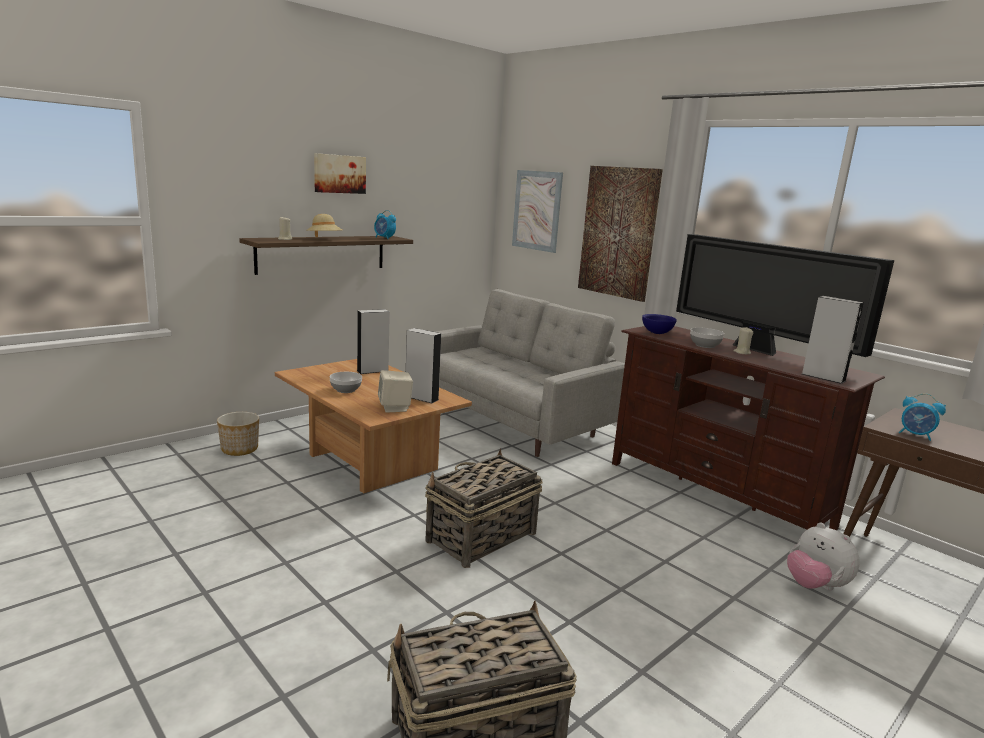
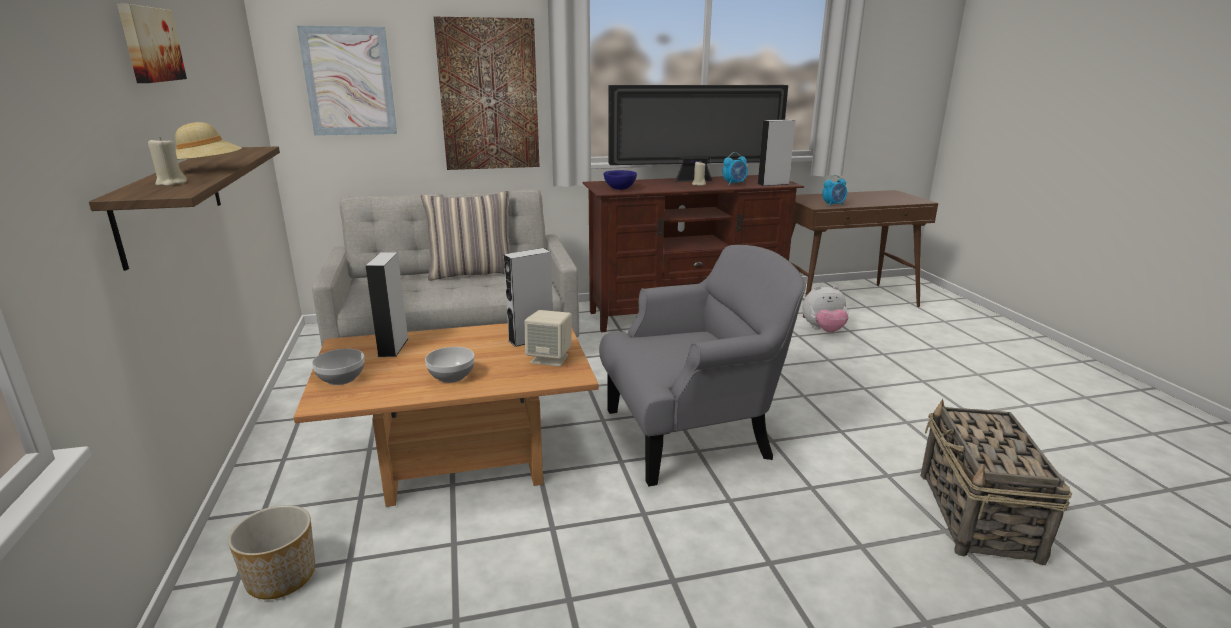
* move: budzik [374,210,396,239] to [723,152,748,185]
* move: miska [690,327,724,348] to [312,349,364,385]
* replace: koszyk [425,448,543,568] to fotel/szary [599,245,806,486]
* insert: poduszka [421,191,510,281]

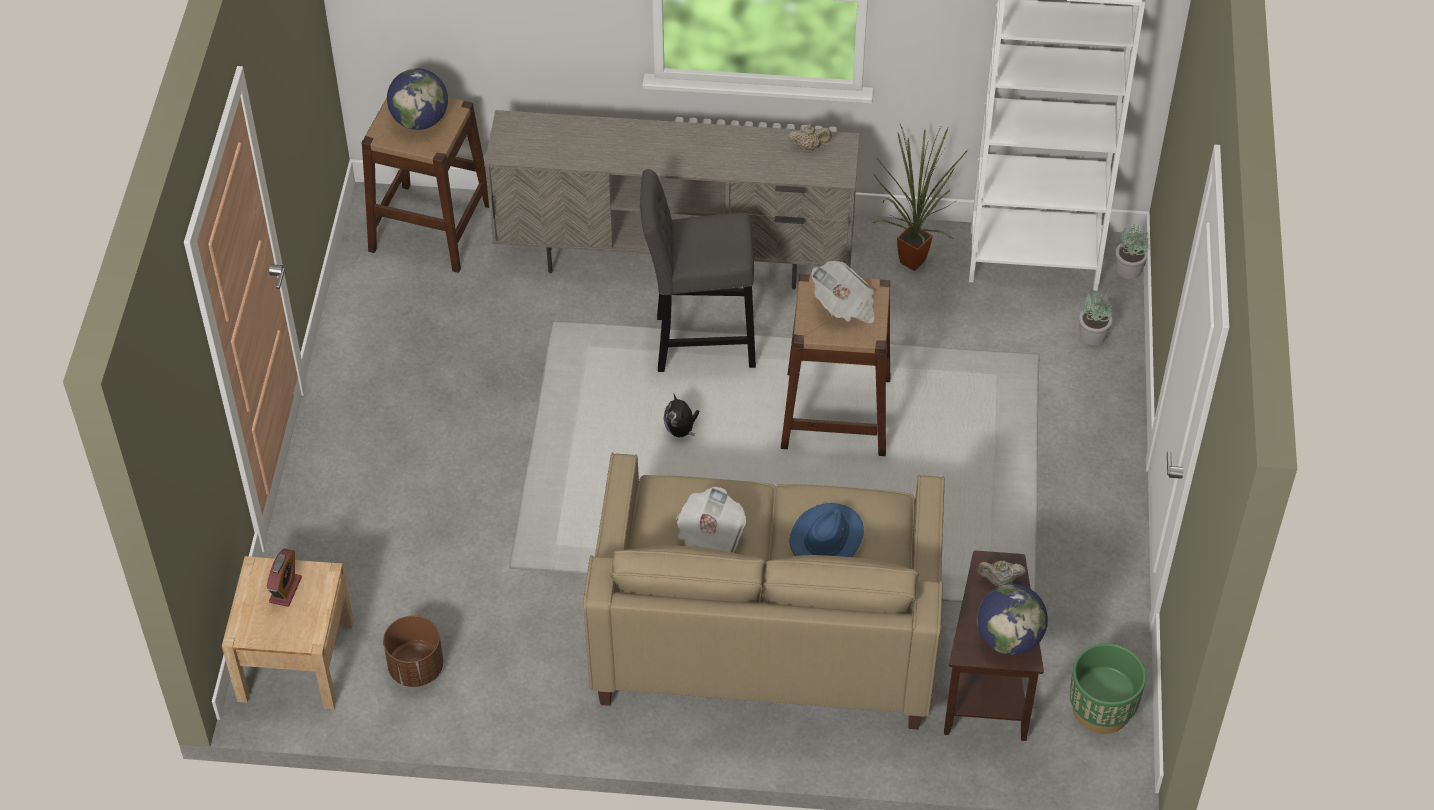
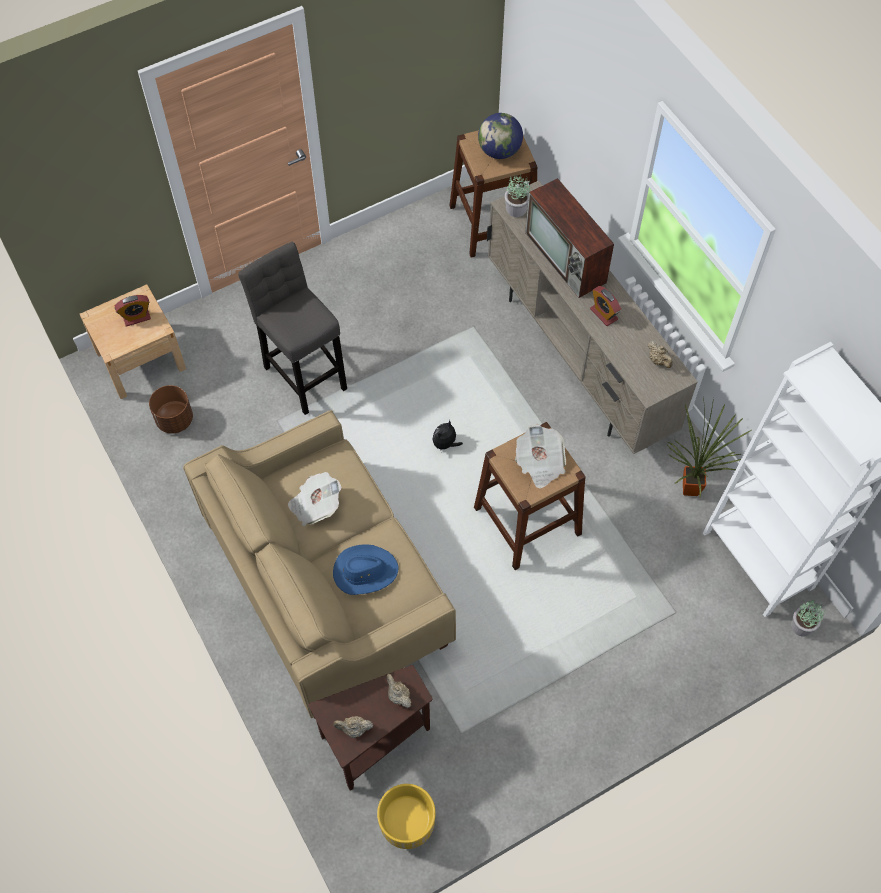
* move: stołek/szary [640,169,756,372] to [238,242,347,415]
* move: roślina doniczkowa [1079,291,1113,345] to [505,175,530,217]
* replace: globus [977,584,1048,655] to imbryk/beżowy [333,716,373,738]
* recolor: donica/zielony [1070,643,1146,734] to donica/żółty [377,784,436,849]
* insert: telewizor [525,178,614,298]
* insert: budzik [590,286,621,326]

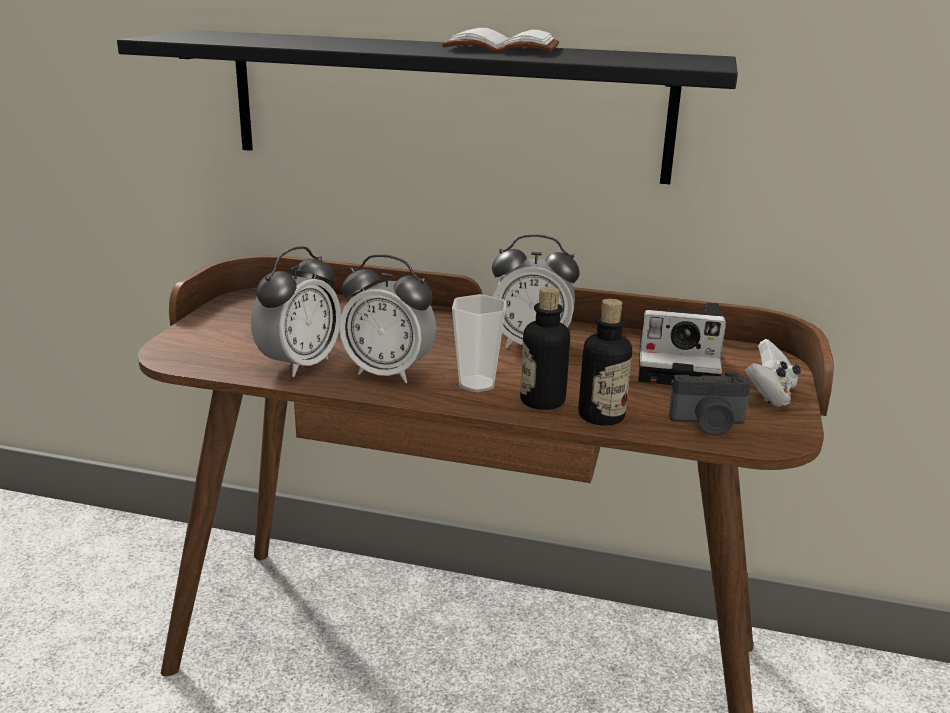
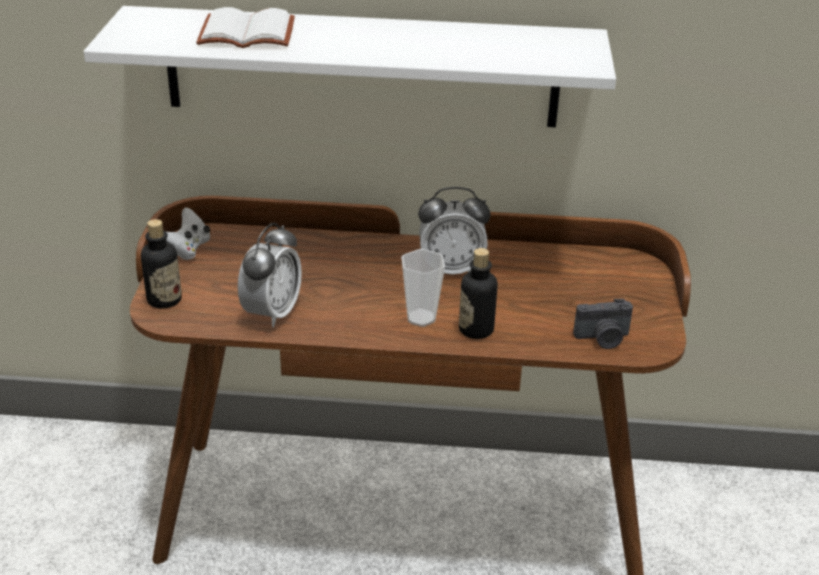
* move: książka/biały [442,28,560,53] to [196,7,295,48]
* recolor: półka/czarny [117,30,738,184] to półka/biały [84,6,616,127]
* delete: budzik [339,254,436,383]
* move: butelka [578,299,632,425] to [141,219,182,309]
* delete: aparat fotograficzny [639,302,726,385]
* move: pad do gier/biały [745,339,801,407] to [166,207,210,260]

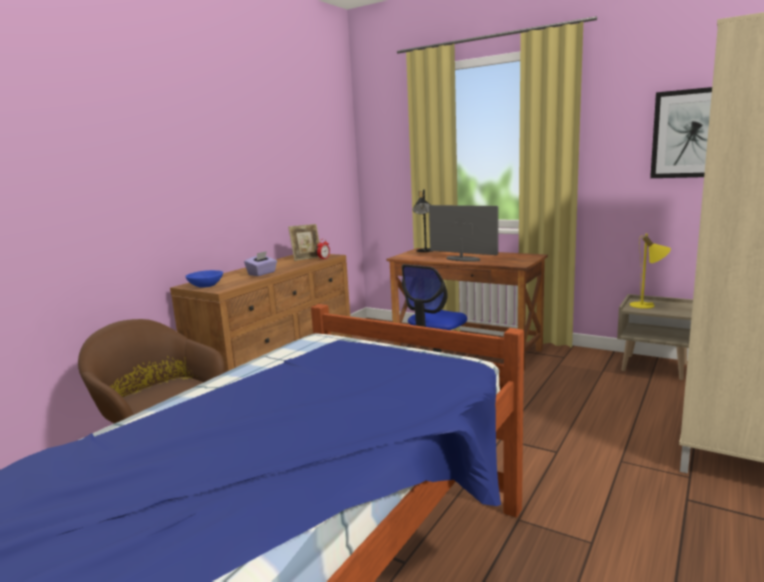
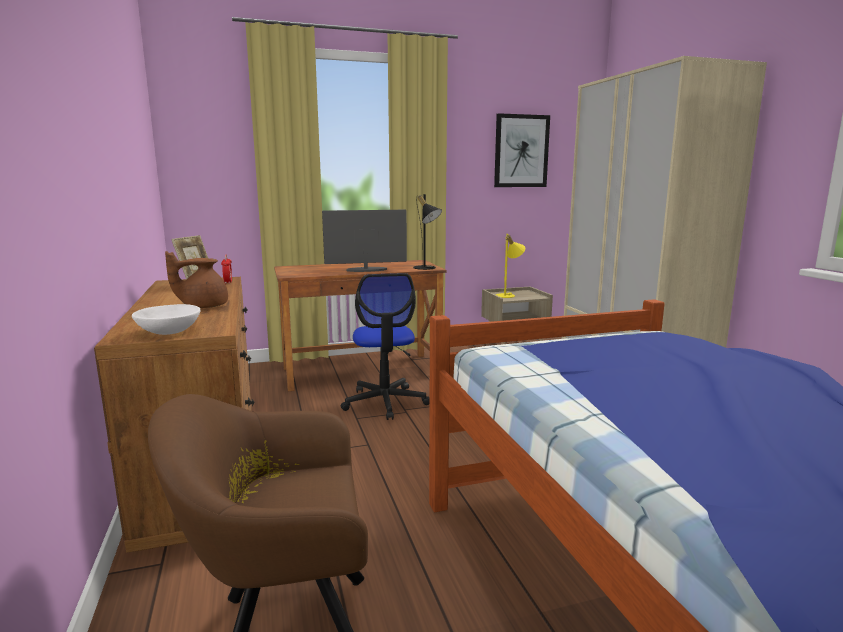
* move: lampa stołowa/czarny [413,190,433,252] to [413,194,442,270]
* replace: pudełko chusteczek/fioletowy [244,251,277,276] to imbryk/brązowy [165,251,228,308]
* recolor: miska/niebieski [186,270,223,288] to miska/biały [132,304,201,335]

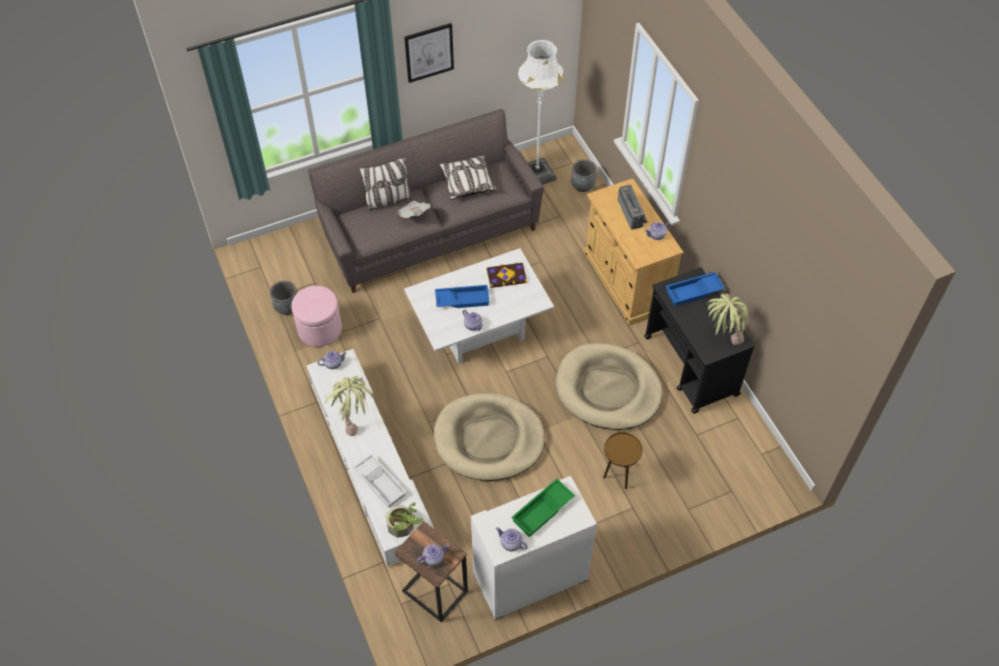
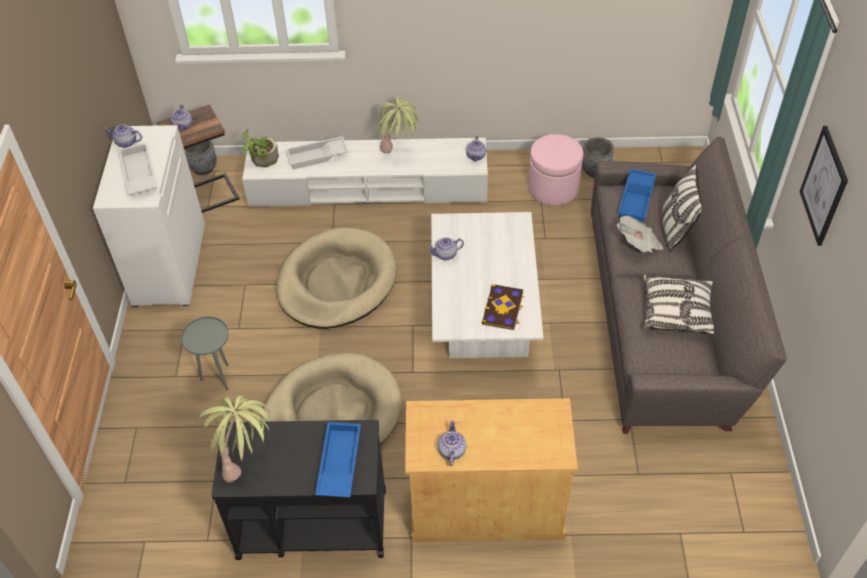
* delete: lampa stojąca/biały [518,39,564,185]
* move: donica/szary [571,159,597,192] to [184,140,217,175]
* delete: radio [618,185,648,229]
* move: taca/niebieski [435,285,490,308] to [618,169,656,223]
* recolor: stolik/brązowy [603,433,642,489] to stolik/szary [181,317,229,390]
* recolor: taca/zielony [511,479,575,537] to taca/biały [118,143,158,195]
* rotate: imbryk [496,527,528,551] = [105,124,142,148] 135 degrees counterclockwise

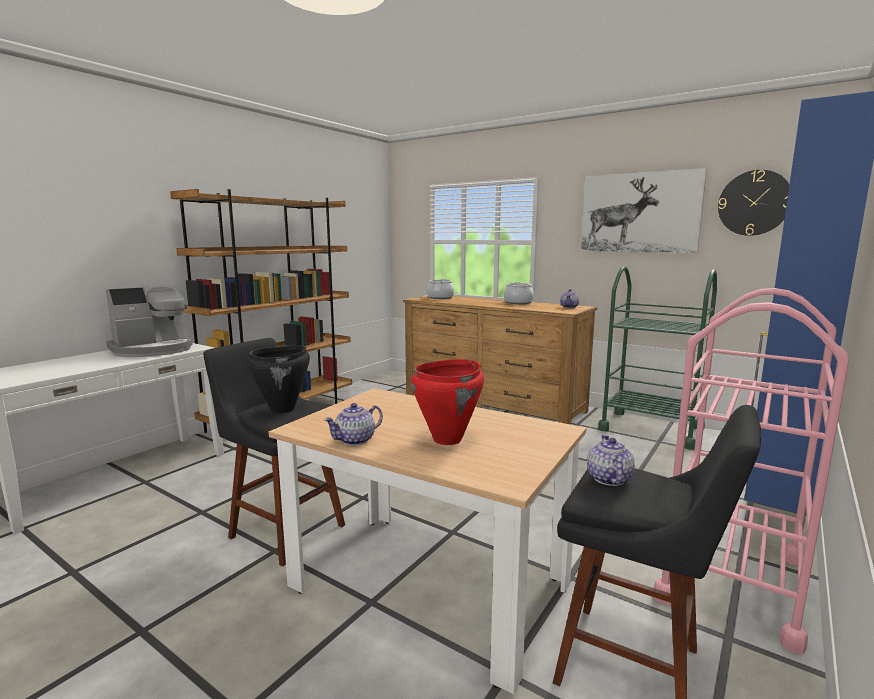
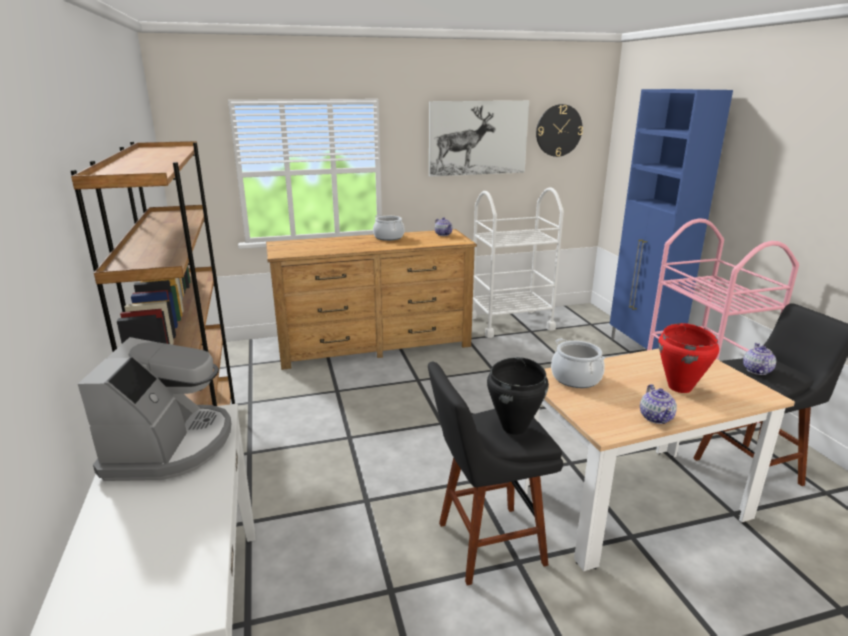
* recolor: wózek/zielony [598,266,717,450] to wózek/biały [472,187,564,338]
* move: garnek [427,279,455,299] to [551,338,605,388]
* rotate: imbryk [587,434,635,486] = [743,343,776,375] 60 degrees clockwise

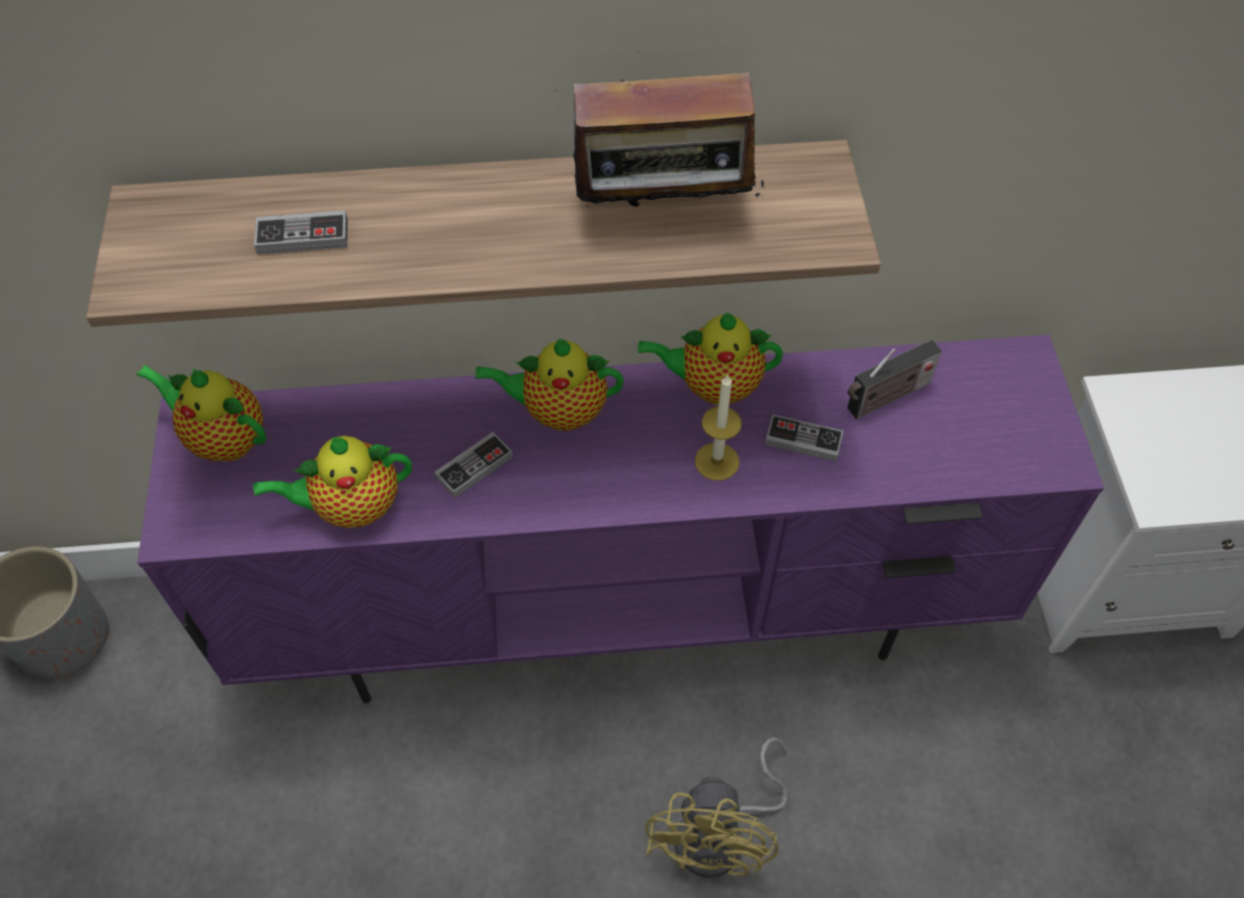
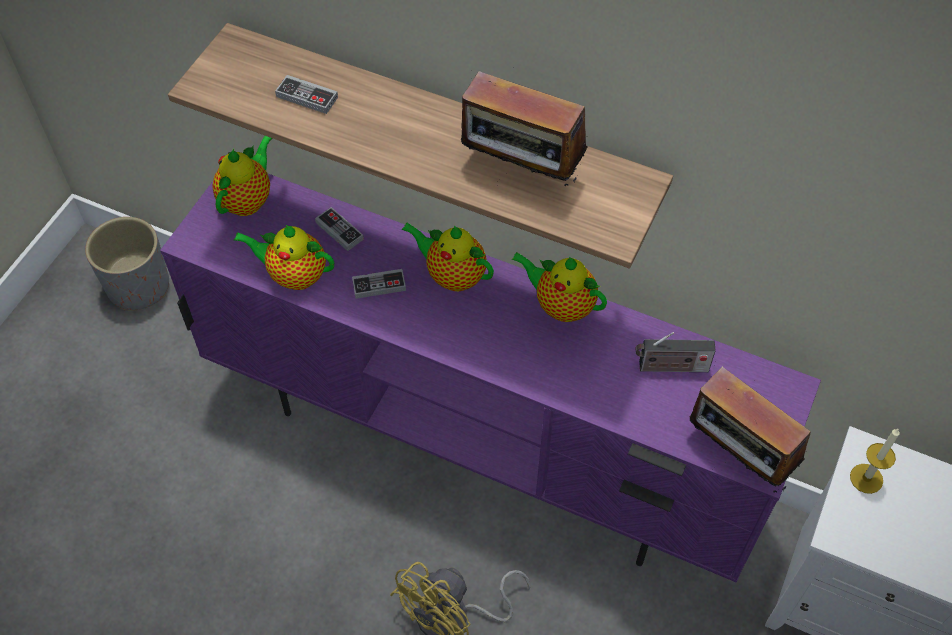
* rotate: imbryk [136,365,266,461] = [212,136,272,216] 60 degrees clockwise
* move: świeca [695,374,742,481] to [850,428,900,494]
* move: pad do gier [765,415,844,462] to [315,207,364,251]
* insert: radio [690,367,811,495]

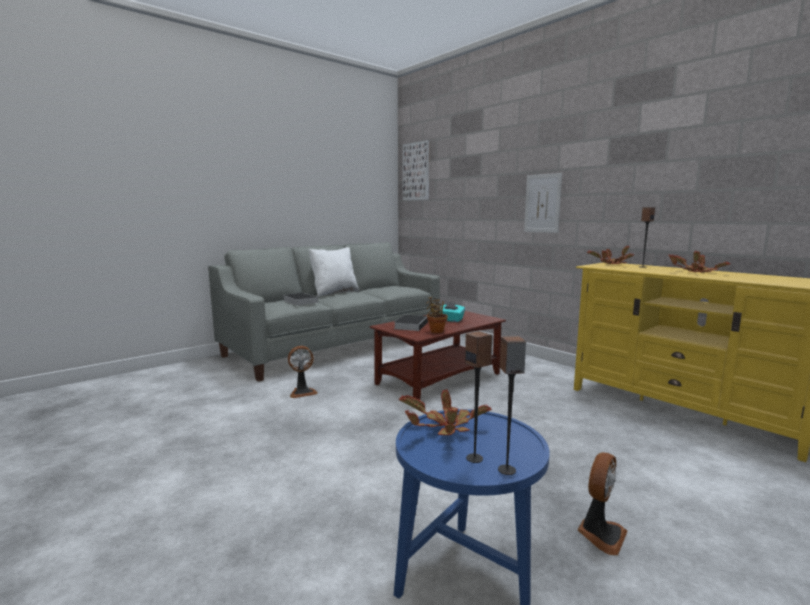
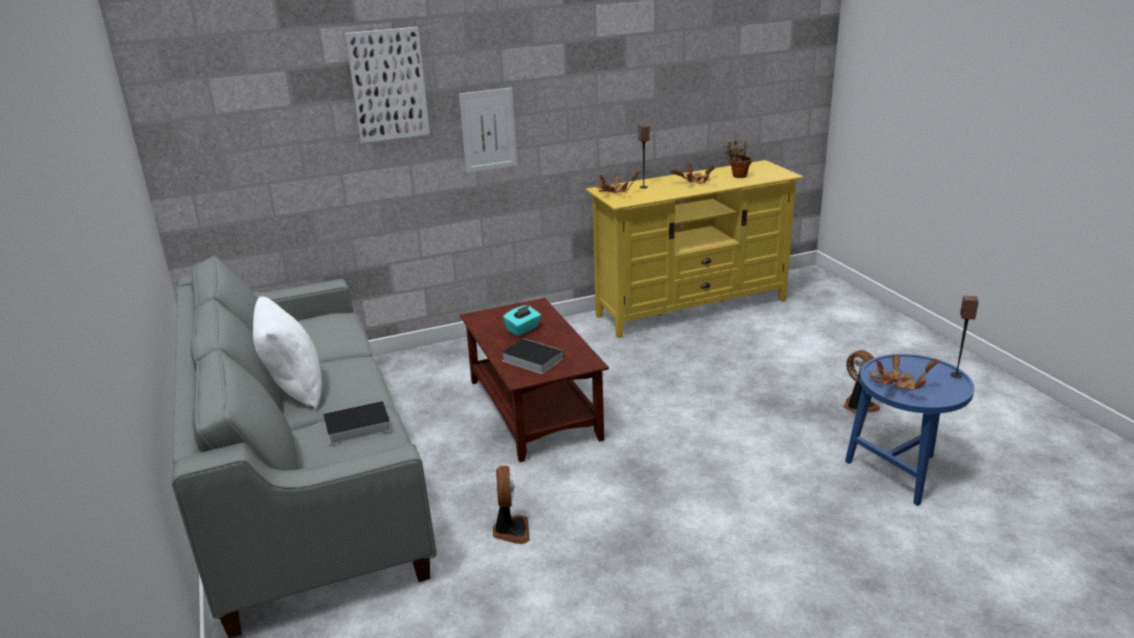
* move: obraz [403,140,429,200] to [345,27,430,143]
* move: roślina doniczkowa [426,296,448,334] to [724,140,752,178]
* delete: głośnik [465,331,492,463]

